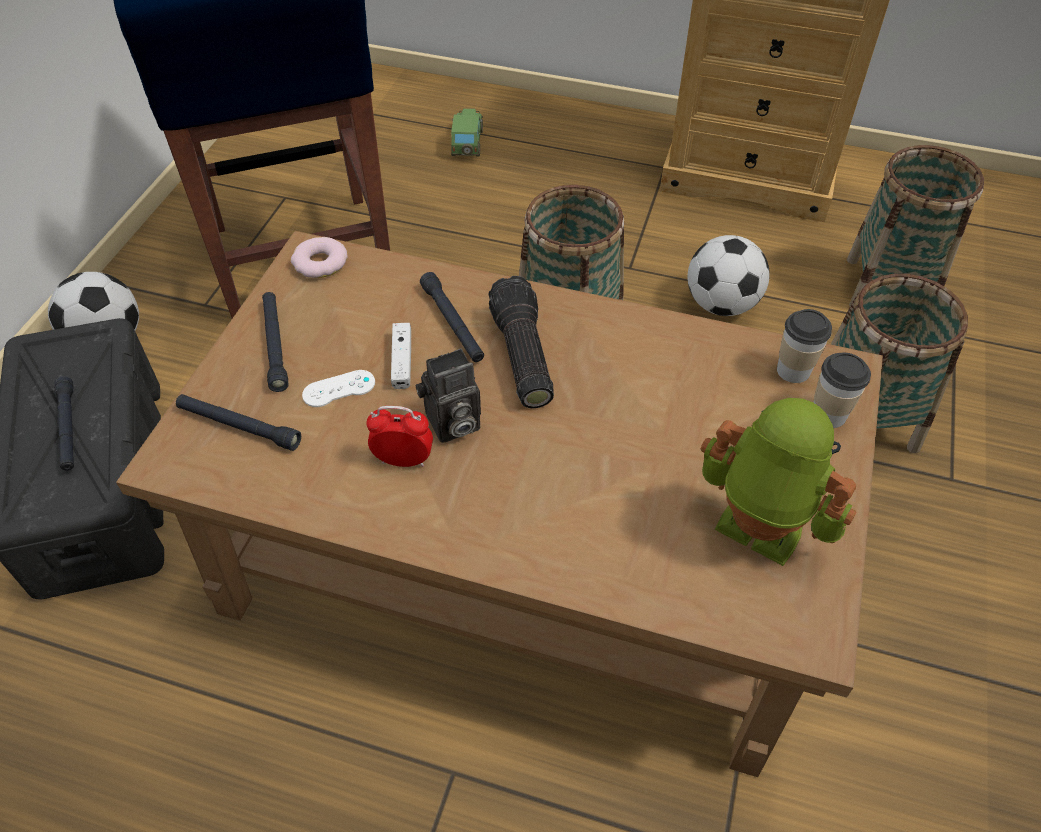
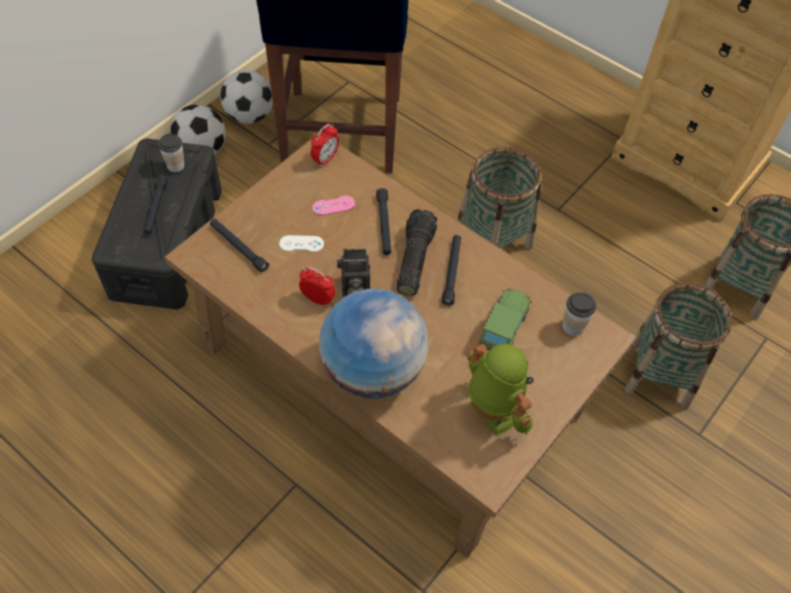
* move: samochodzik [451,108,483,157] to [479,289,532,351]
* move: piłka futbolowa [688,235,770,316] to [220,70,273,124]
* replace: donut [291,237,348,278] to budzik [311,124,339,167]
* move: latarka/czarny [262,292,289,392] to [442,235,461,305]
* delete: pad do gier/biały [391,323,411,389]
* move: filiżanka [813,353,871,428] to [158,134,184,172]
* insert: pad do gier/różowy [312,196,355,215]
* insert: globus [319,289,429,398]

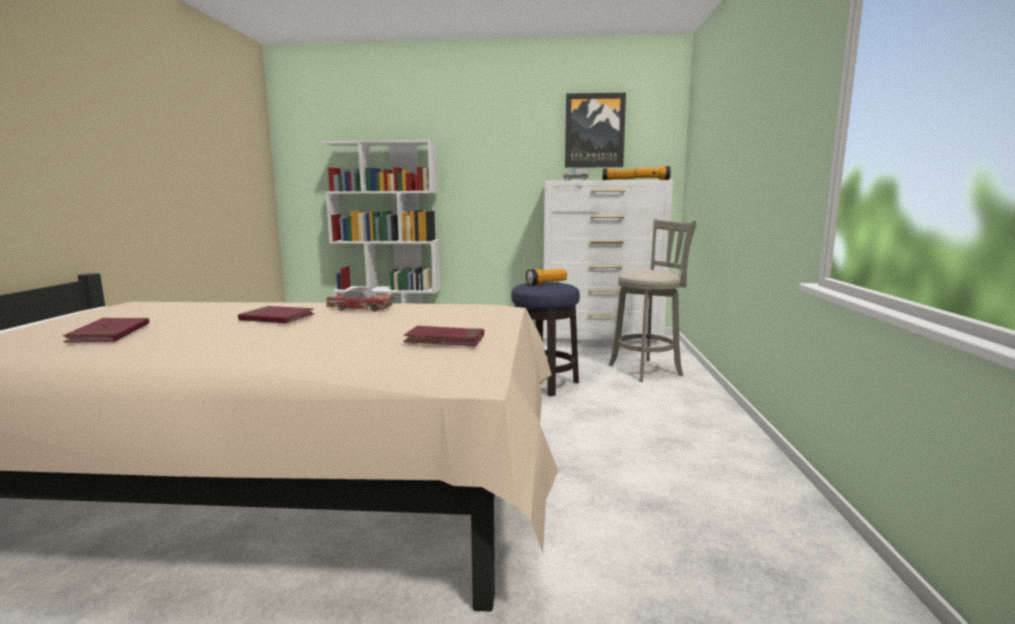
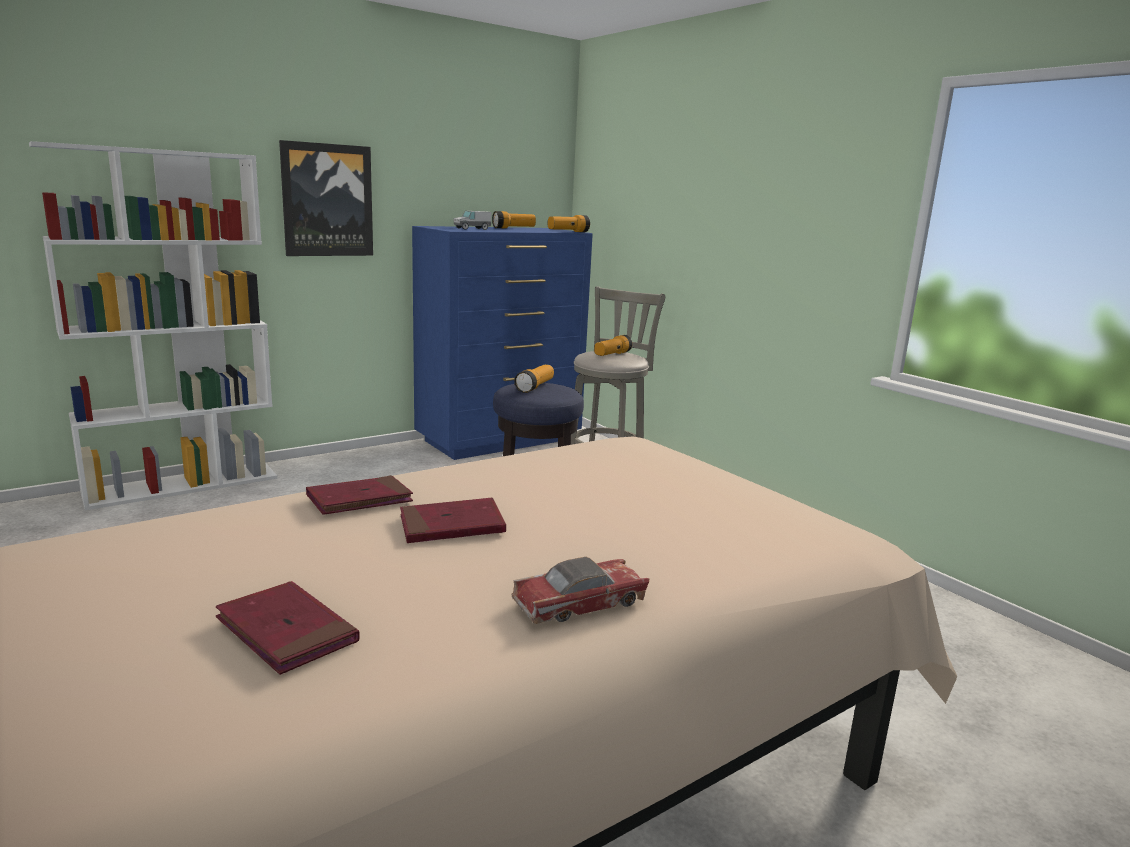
* move: obraz [565,93,626,168] to [279,140,373,256]
* recolor: komoda/biały [543,180,673,347] to komoda/niebieski [412,226,593,460]
* move: samochodzik [326,287,394,312] to [511,556,649,624]
* move: książka/czerwony [403,326,484,346] to [306,475,413,515]
* insert: latarka [594,335,632,356]

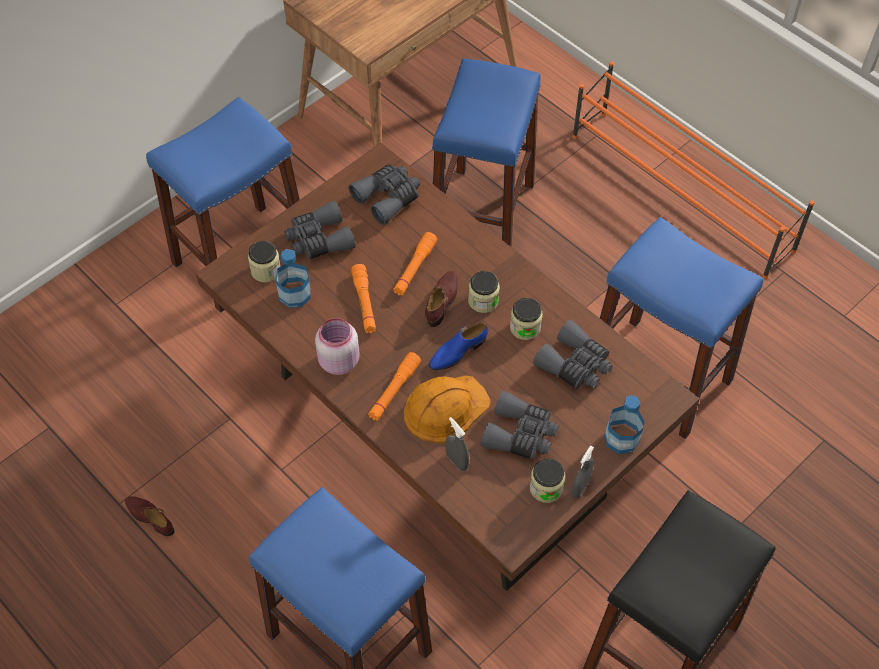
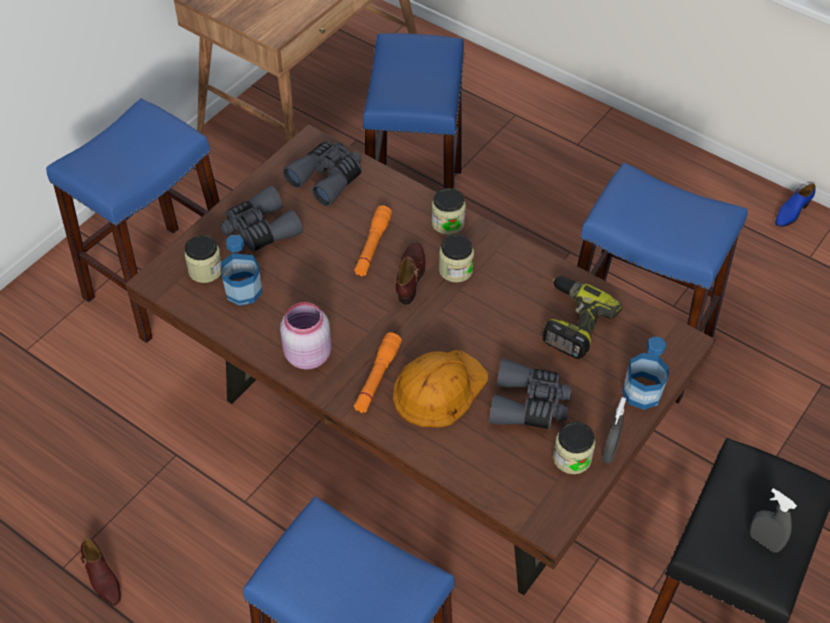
* delete: regał na buty/pomarańczowy [572,61,815,279]
* delete: latarka/pomarańczowy [351,264,376,333]
* move: słoik [510,298,543,340] to [431,188,466,235]
* replace: lornetka/szary [533,320,612,389] to wiertarka [542,276,623,359]
* move: but/niebieski [429,322,488,370] to [775,184,815,227]
* move: spryskiwacz/szary [445,417,469,471] to [750,488,797,552]
* rotate: but/brązowy [125,496,174,536] = [81,538,121,606] 150 degrees counterclockwise

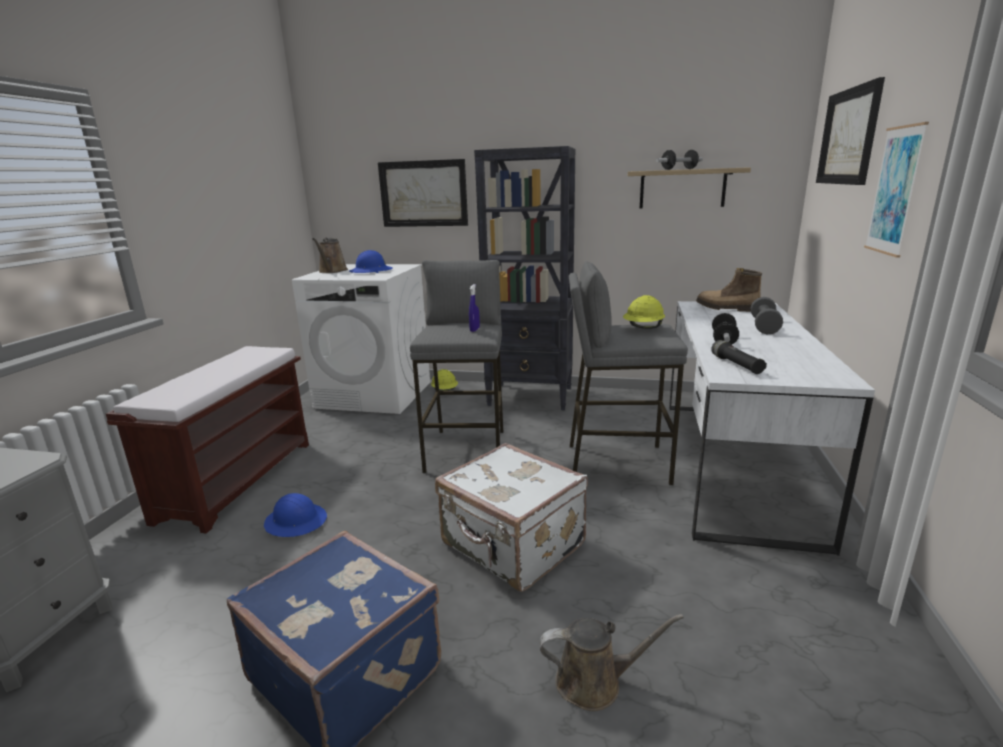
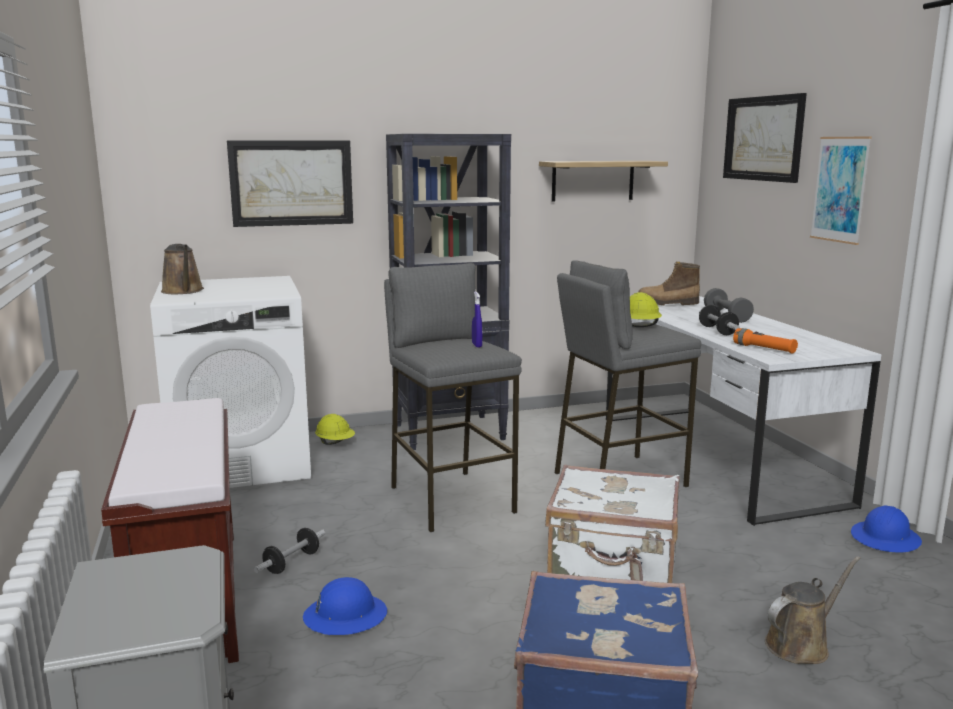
* move: hantel [656,150,703,170] to [254,528,326,574]
* move: kask/niebieski [350,250,393,273] to [851,506,922,553]
* recolor: latarka/czarny [711,340,767,374] to latarka/pomarańczowy [733,328,798,354]

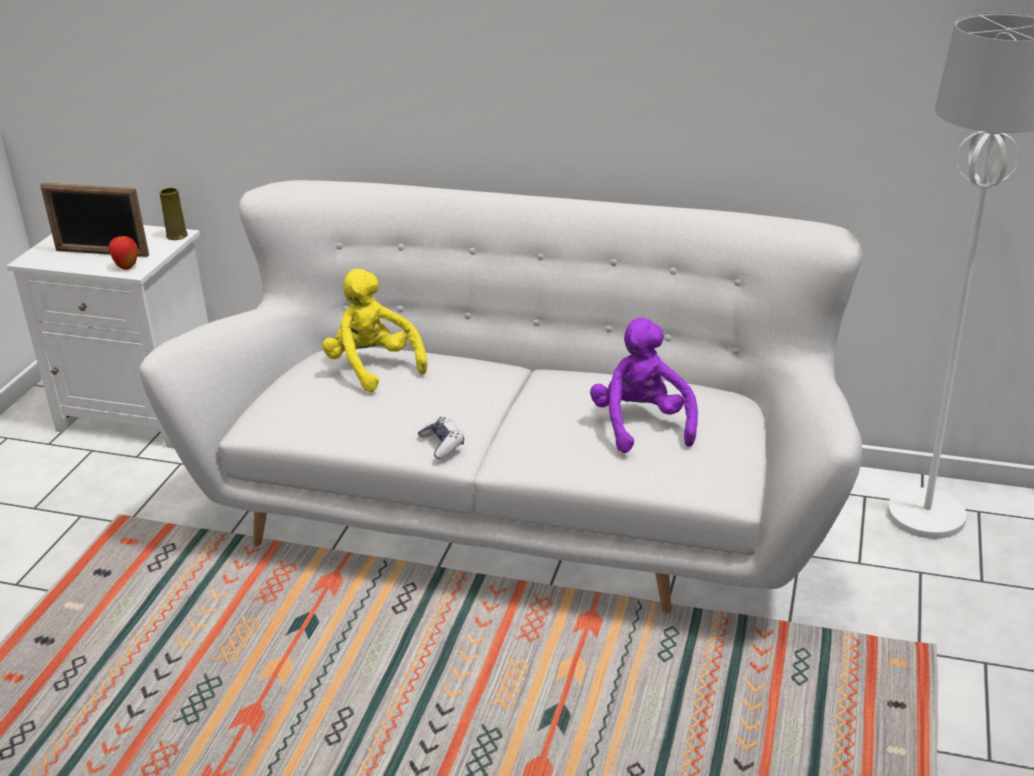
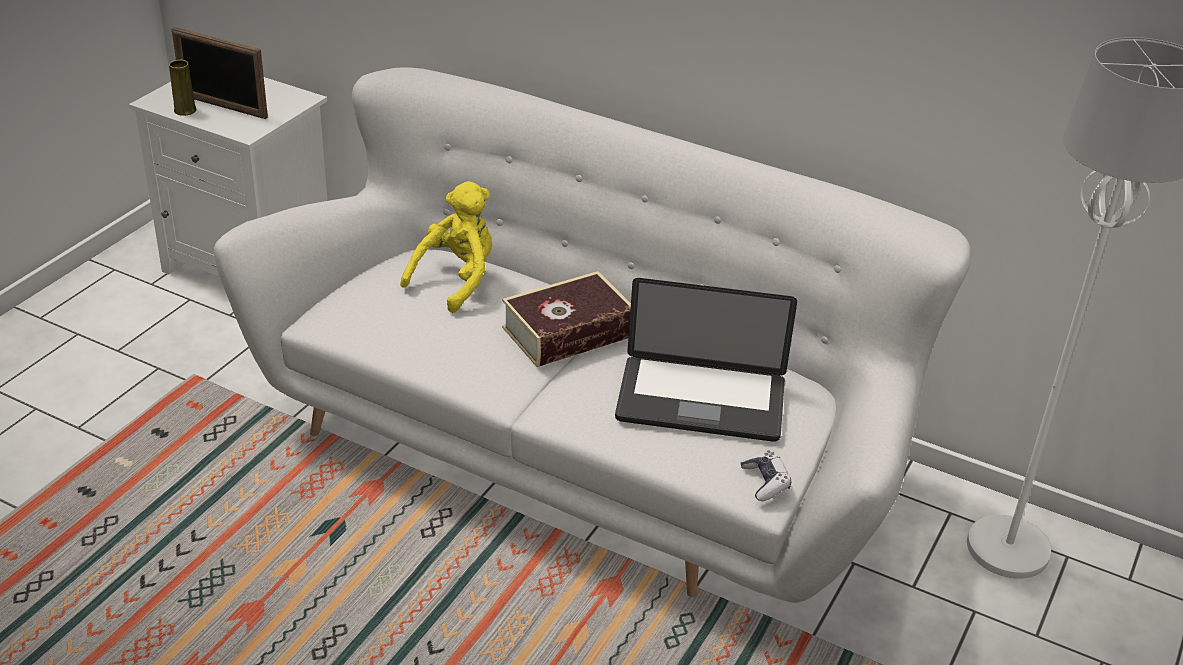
* move: wazon/żółty [160,187,188,240] to [169,60,197,116]
* delete: jabłko [108,236,138,270]
* rotate: pluszak/żółty [322,269,427,392] = [400,181,492,313] 60 degrees clockwise
* replace: pluszak/fioletowy [590,317,698,453] to laptop [615,278,797,442]
* move: pad do gier [418,417,464,459] to [740,450,791,501]
* insert: książka [502,271,631,367]

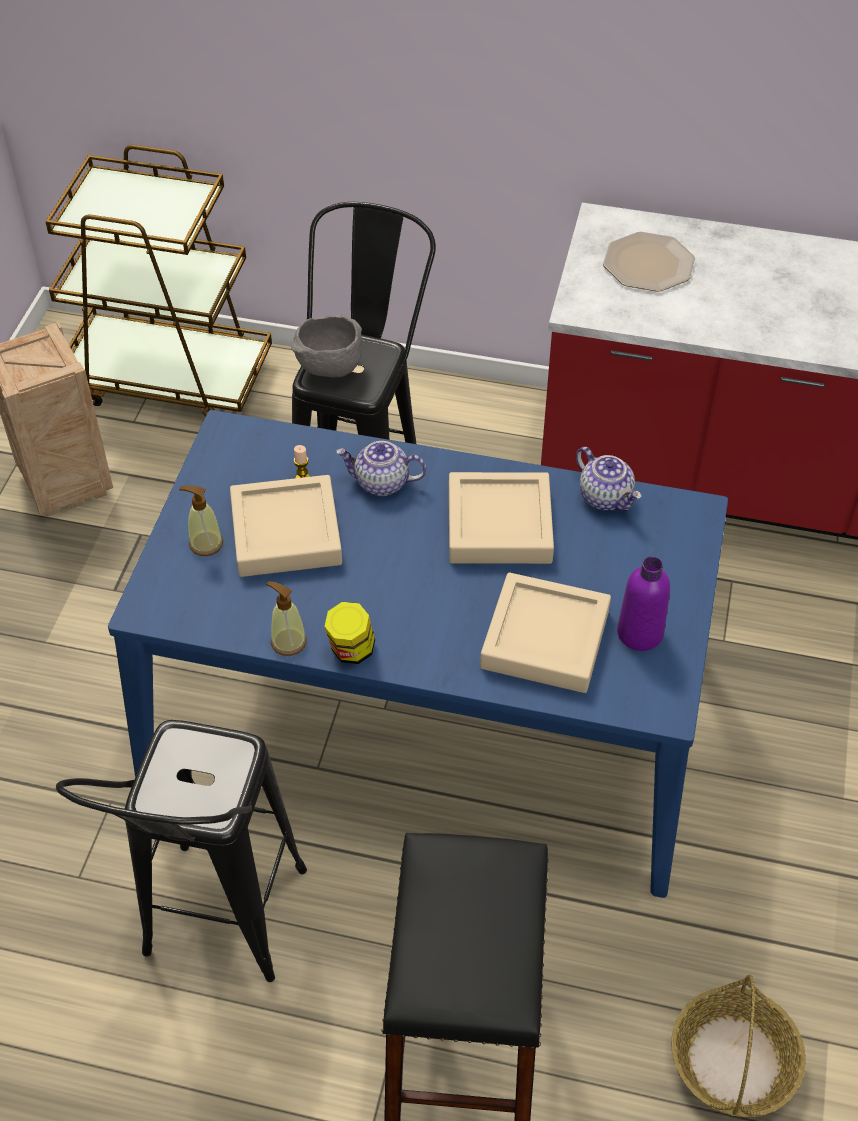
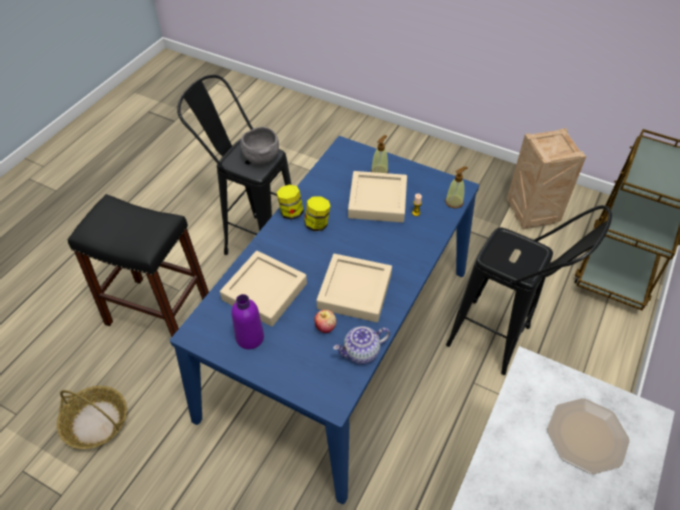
* move: miska/szary [291,315,362,377] to [240,127,279,164]
* delete: imbryk [336,441,426,496]
* move: dozownik mydła [266,581,307,656] to [445,167,468,208]
* insert: słoik [304,196,330,231]
* insert: jabłko [314,310,336,333]

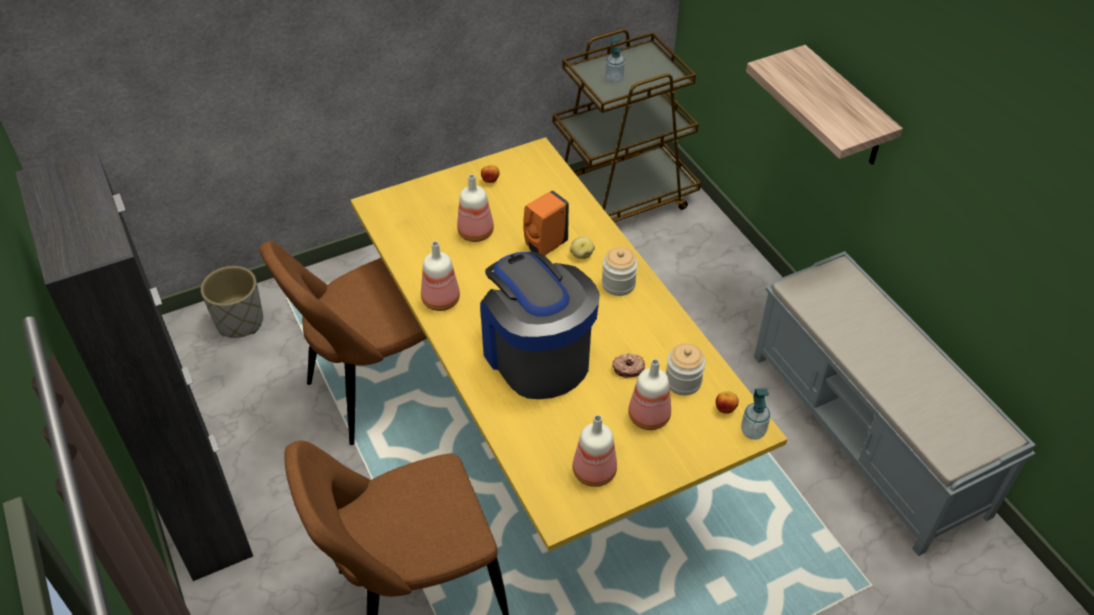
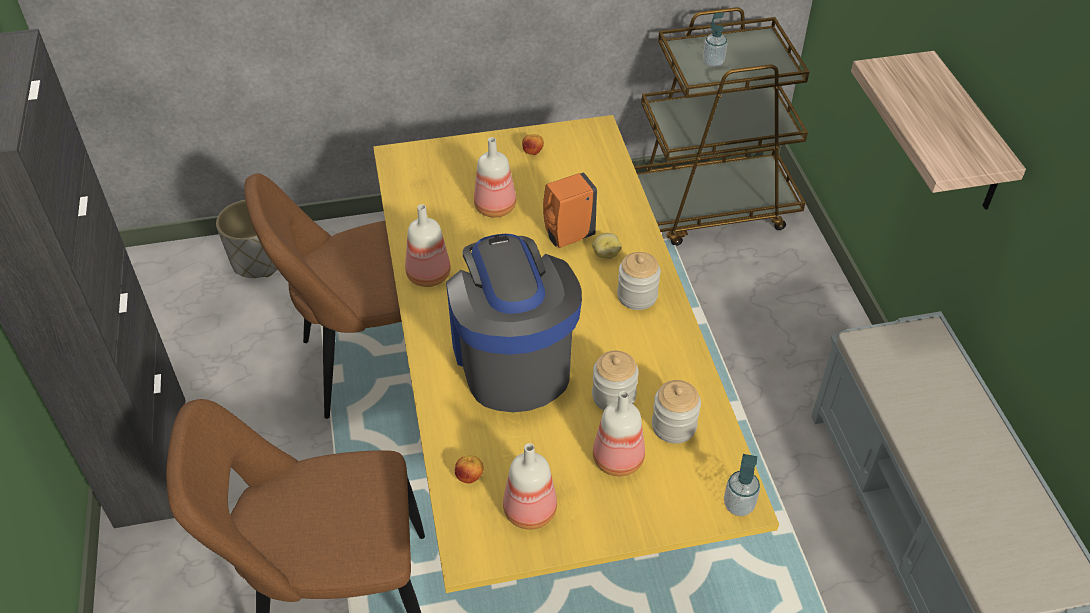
* replace: donut [612,354,645,378] to słoik [592,351,639,410]
* move: jabłko [716,391,739,414] to [455,456,484,483]

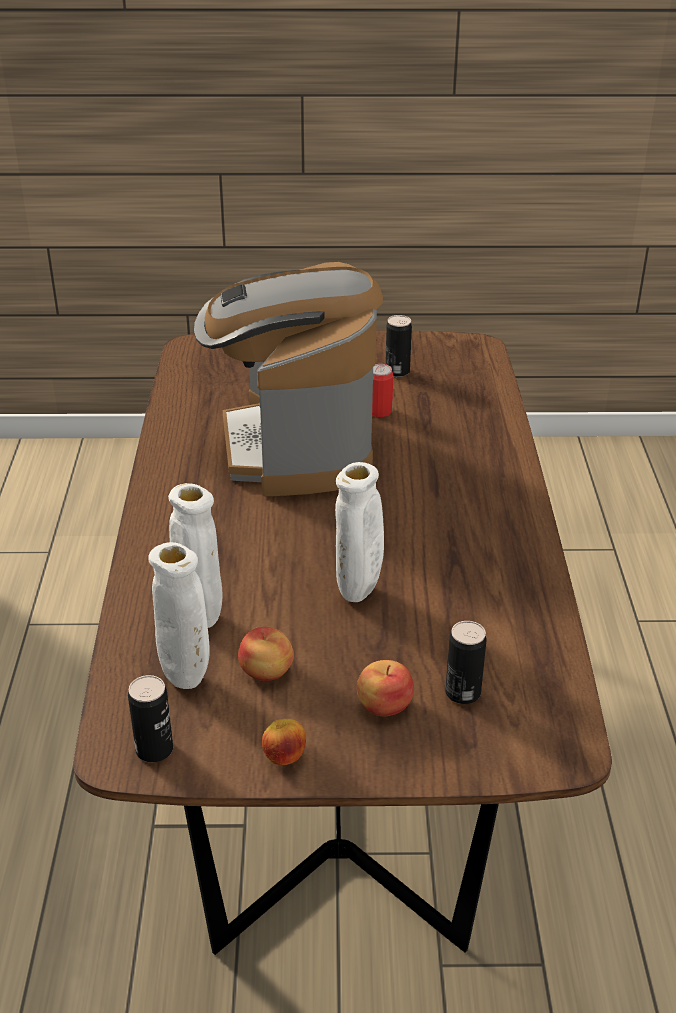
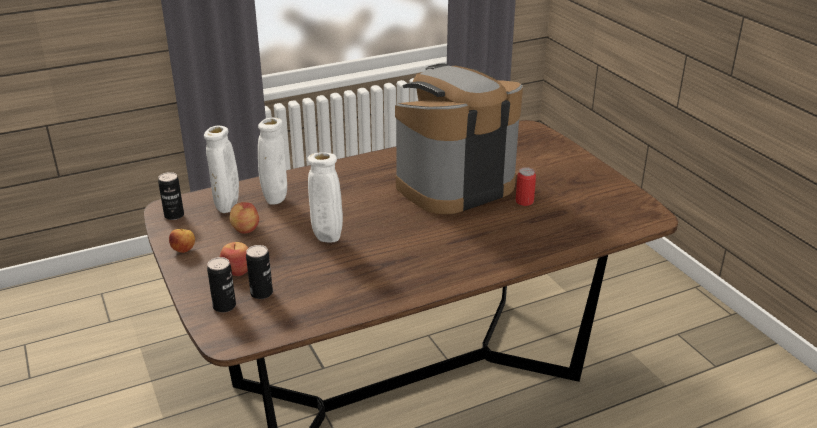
* move: puszka [385,315,412,377] to [207,257,236,313]

